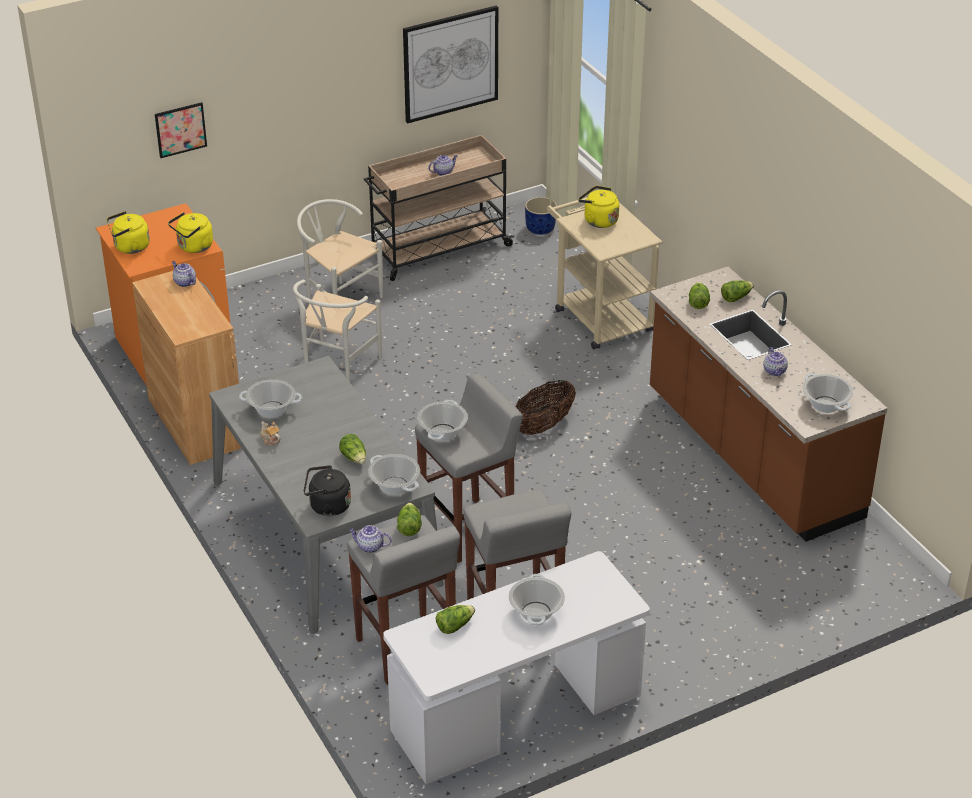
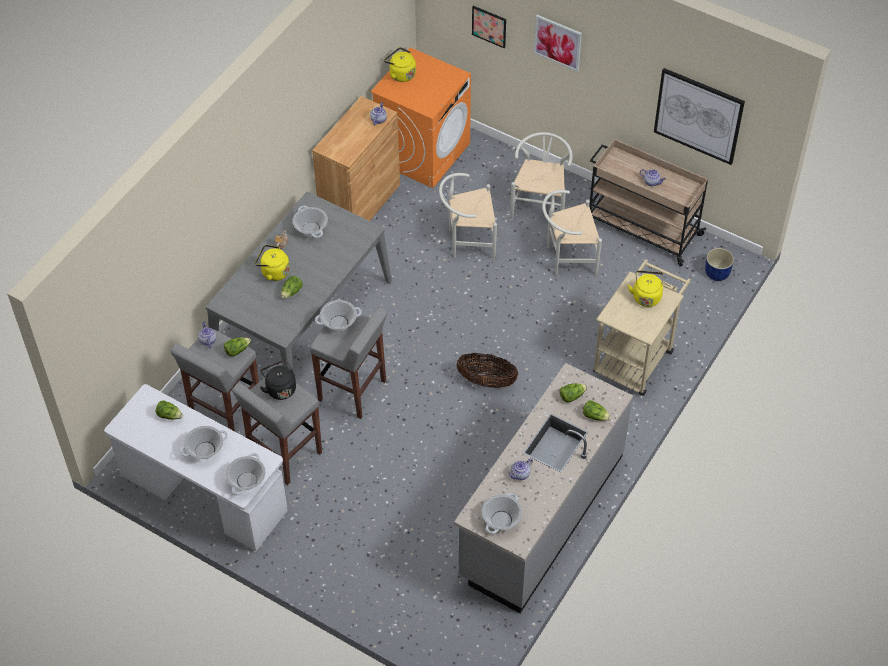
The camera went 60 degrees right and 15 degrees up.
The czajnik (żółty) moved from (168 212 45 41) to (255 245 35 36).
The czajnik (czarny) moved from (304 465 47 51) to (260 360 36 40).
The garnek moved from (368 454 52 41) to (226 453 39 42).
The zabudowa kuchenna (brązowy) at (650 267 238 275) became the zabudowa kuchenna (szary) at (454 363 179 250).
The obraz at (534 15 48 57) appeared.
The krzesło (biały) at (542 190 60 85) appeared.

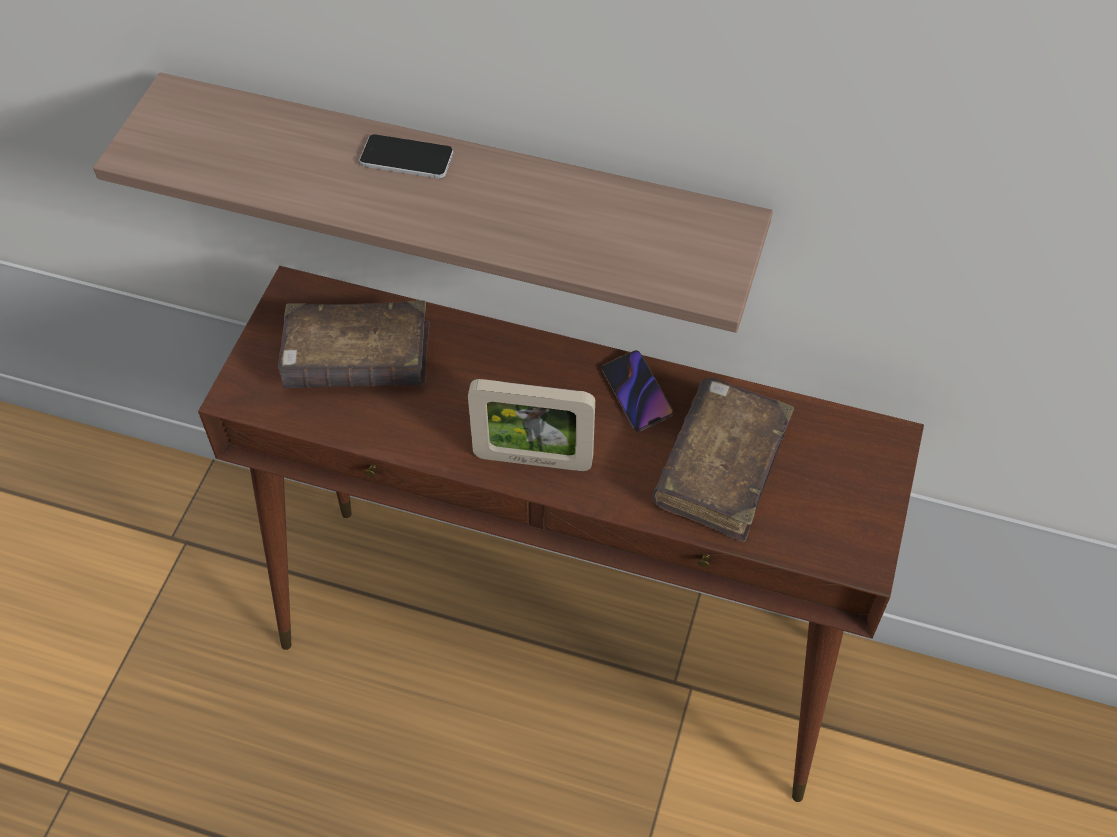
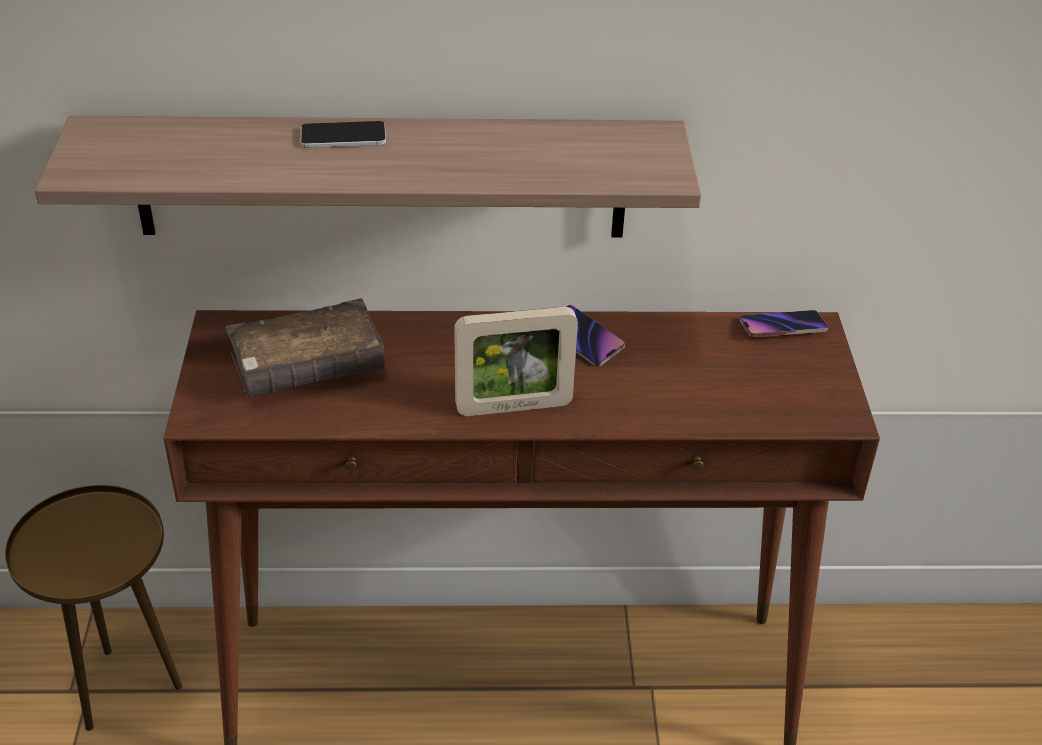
The camera went 20 degrees left and 15 degrees down.
The książka (brązowy) at (653 377 141 165) disappeared.
The stolik (brązowy) at (5 485 177 246) appeared.
The telefon at (740 310 88 27) appeared.

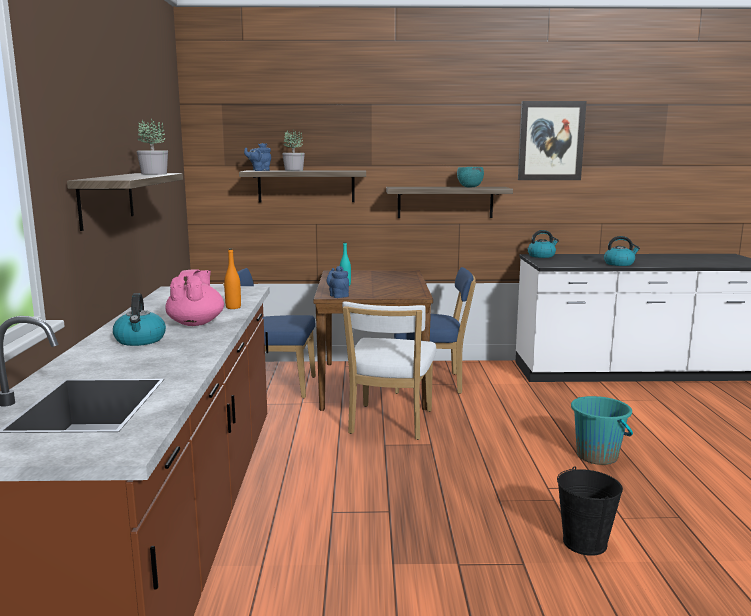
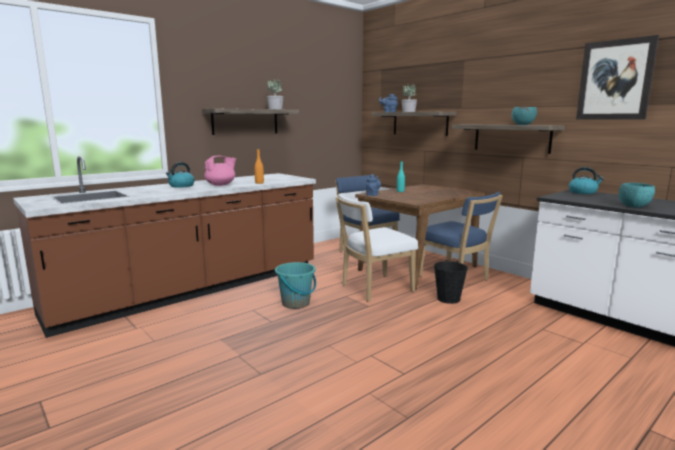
The camera went 50 degrees right and 0 degrees up.
The wiadro (czarny) moved from (557 466 66 90) to (434 261 34 43).
The wiadro (turkusowy) moved from (571 396 62 69) to (275 262 41 47).
The czajnik at (604 236 36 30) was replaced by the miska (turkusowy) at (619 183 36 24).

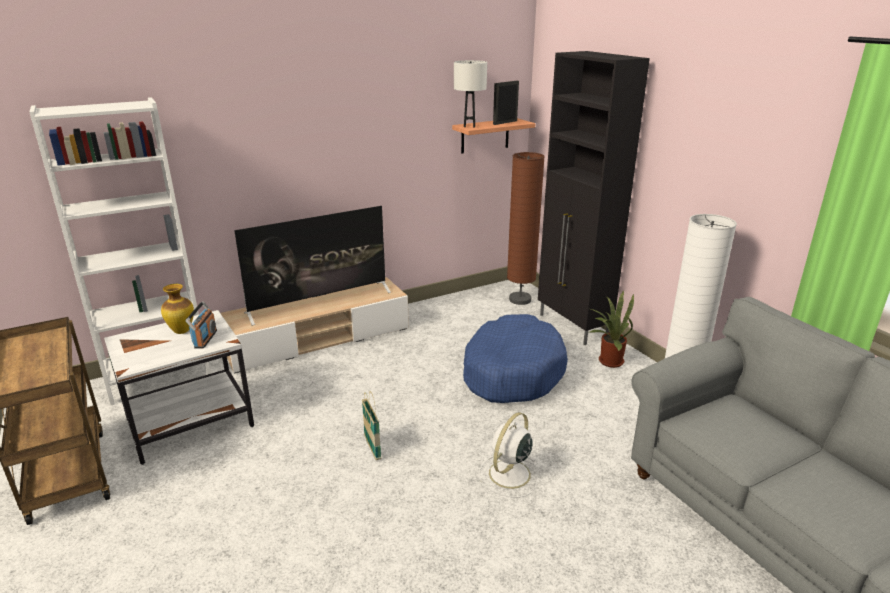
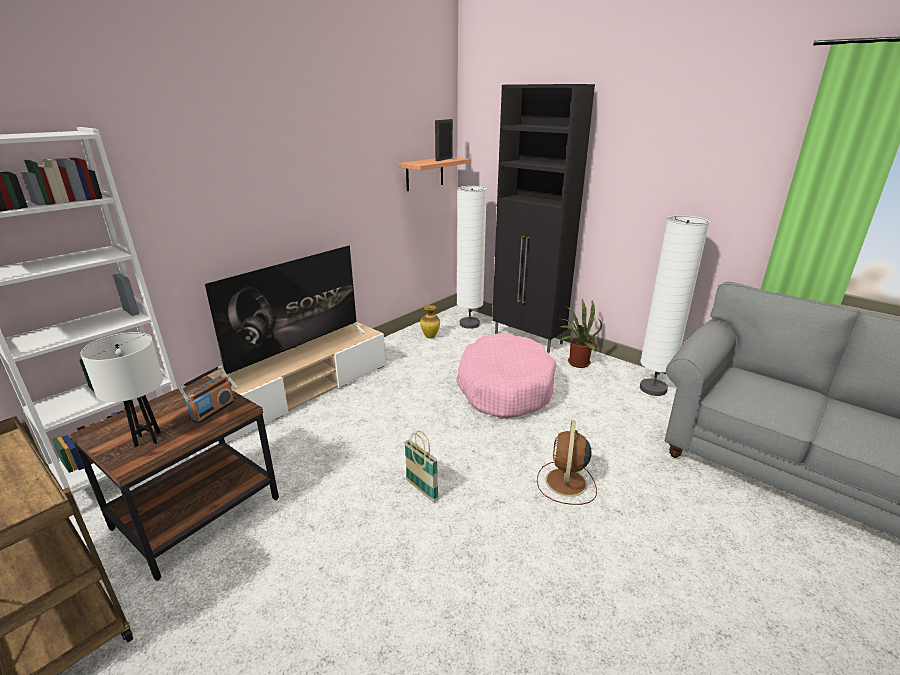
The camera went 20 degrees left and 0 degrees up.
The stolik (biały) at (104 310 150 155) became the stolik (brązowy) at (70 376 209 205).
The wazon moved from (161 284 33 50) to (420 305 20 34).
The radio at (185 301 32 48) turned 45 degrees clockwise.
The lampa stołowa (biały) moved from (454 60 33 68) to (80 332 83 115).
The legowisko (niebieski) at (463 314 105 89) became the legowisko (różowy) at (456 333 100 86).
The wentylator (biały) at (479 412 59 86) became the wentylator (brązowy) at (537 420 60 85).
The lampa stojąca (brązowy) at (507 152 38 153) became the lampa stojąca (biały) at (457 186 30 143).

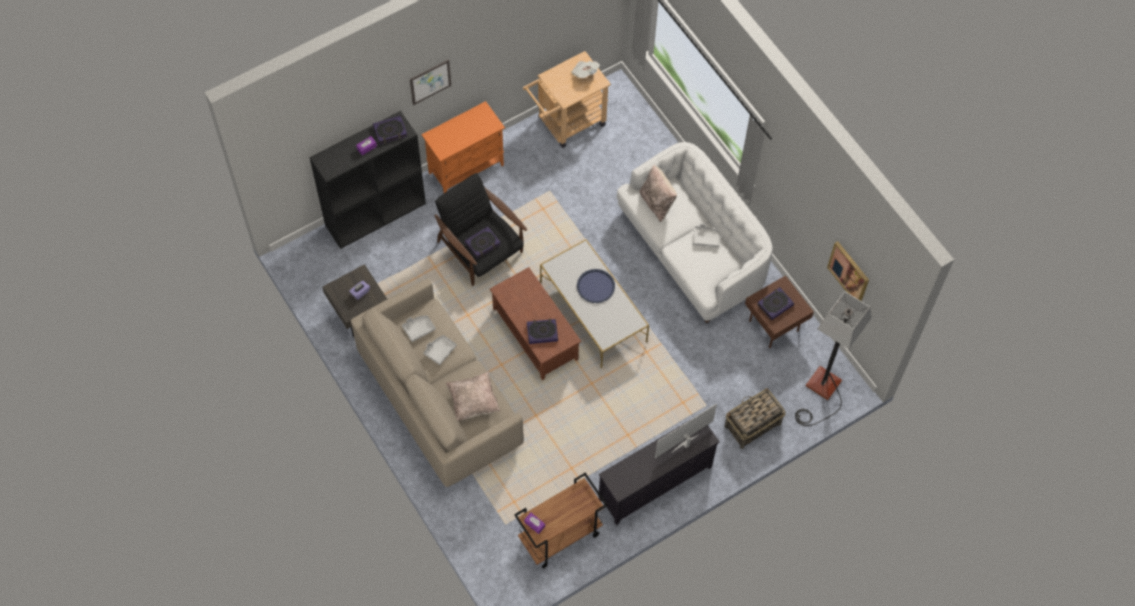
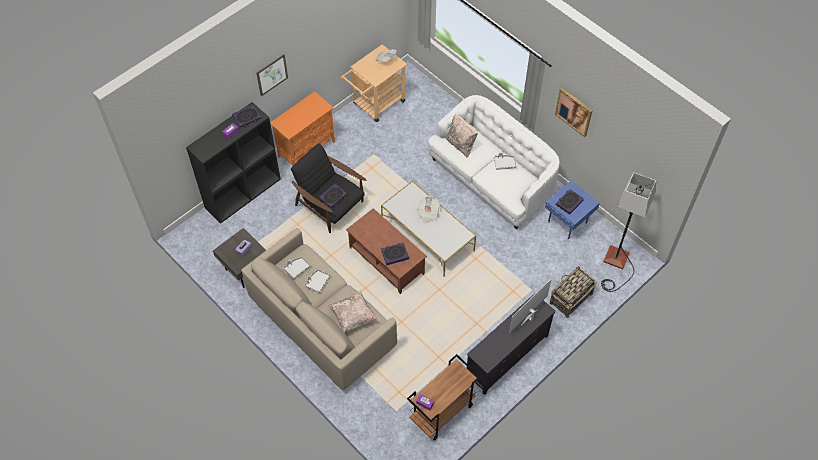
The camera went 10 degrees left and 5 degrees down.
The taca (niebieski) at (577 269 38 34) was replaced by the gazeta at (417 196 23 28).
The stolik (brązowy) at (745 275 69 73) became the stolik (niebieski) at (545 180 55 59).
The obraz moved from (827 241 42 60) to (555 88 37 49).

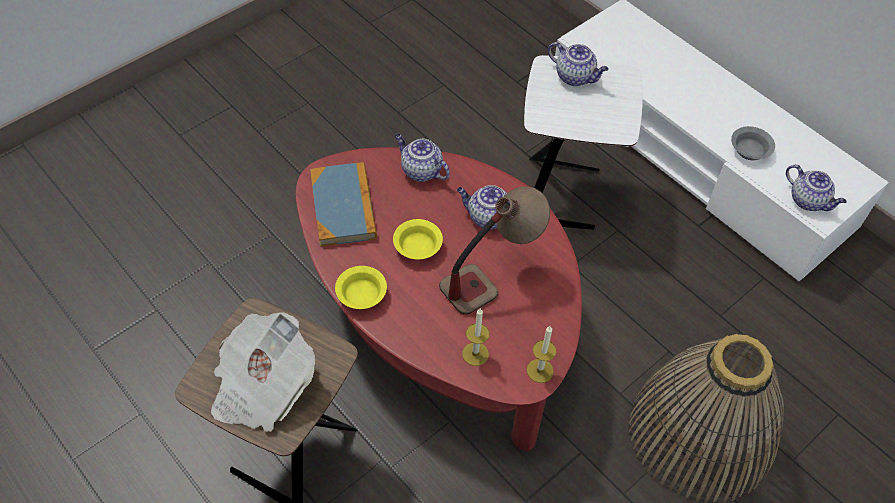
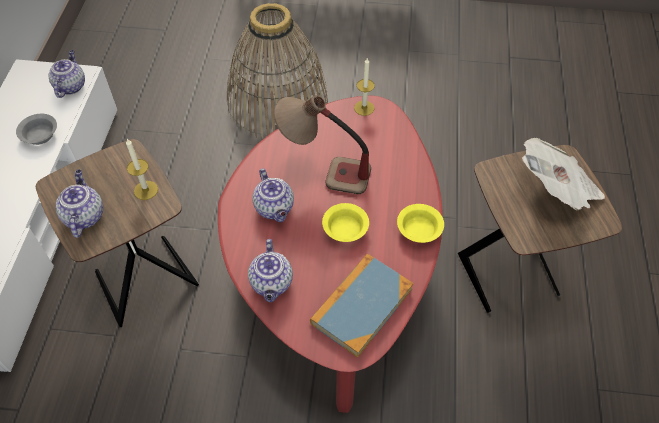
The camera went 130 degrees left and 0 degrees up.
The świeca moved from (462 309 27 57) to (126 139 32 61).
The stolik (biały) at (524 55 119 175) became the stolik (brązowy) at (36 139 163 188).

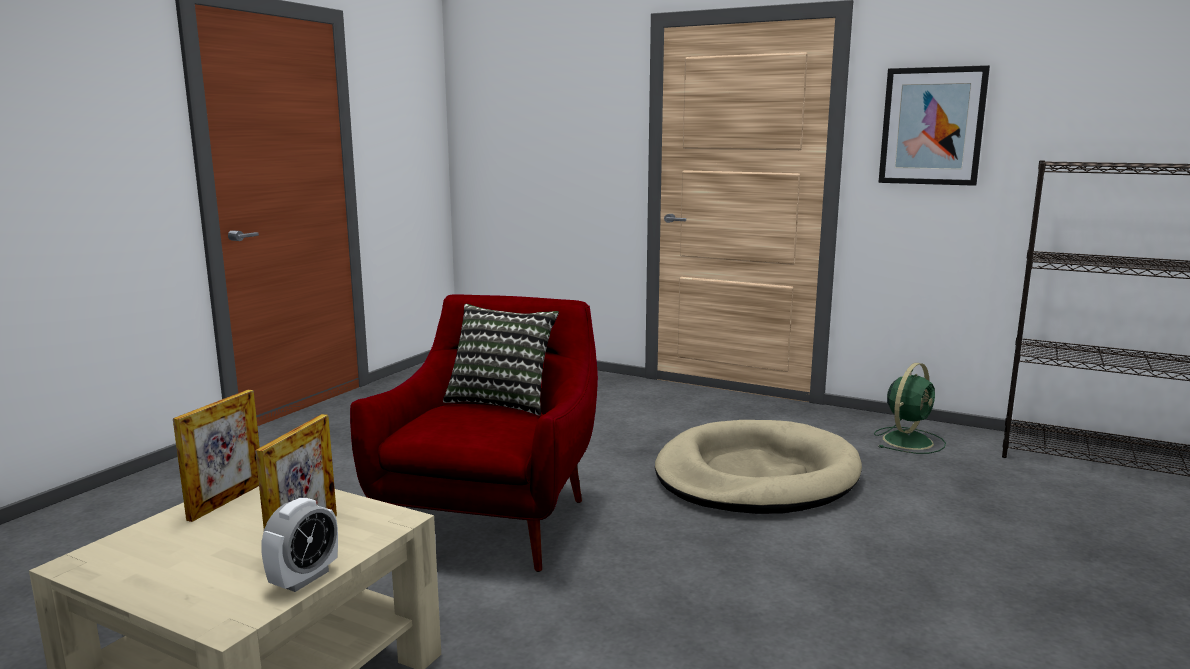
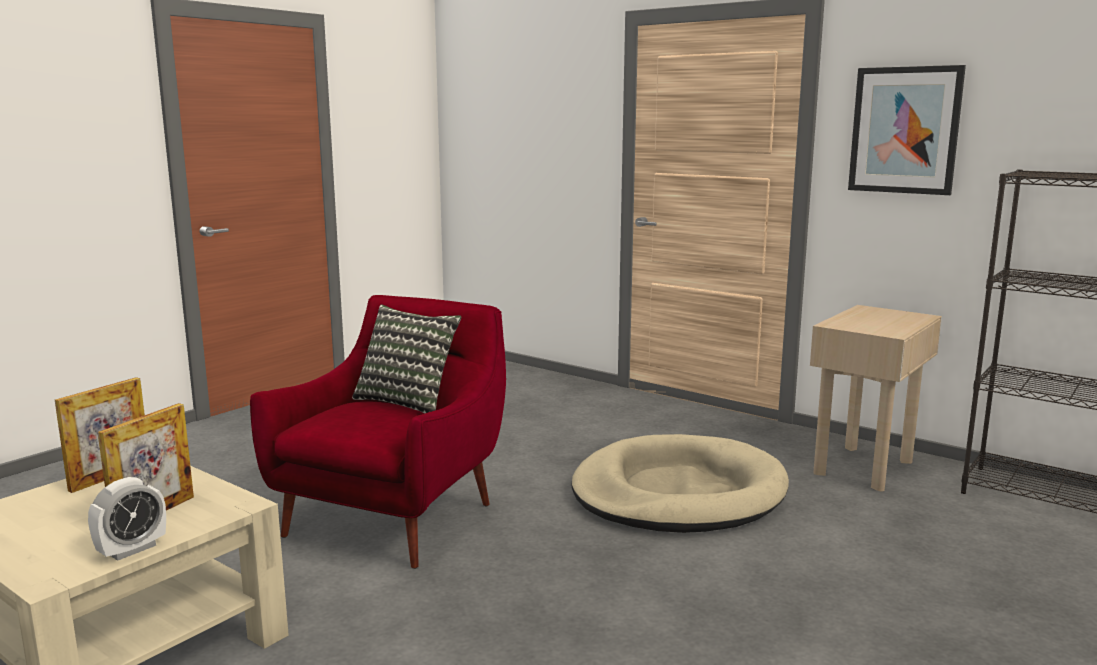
The camera went 10 degrees right and 0 degrees up.
The wentylator (zielony) at (874 363 72 91) was replaced by the stolik (beżowy) at (810 305 132 186).

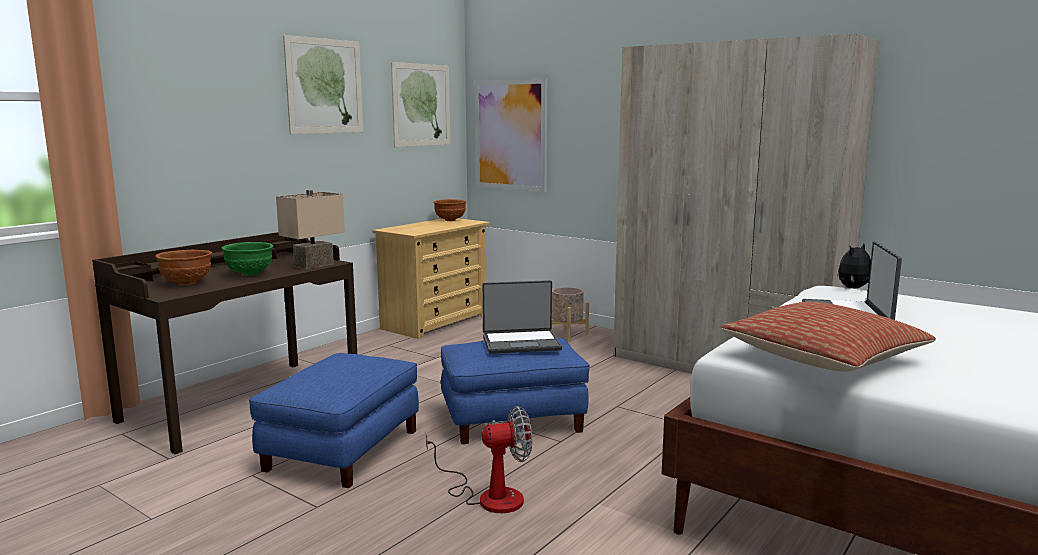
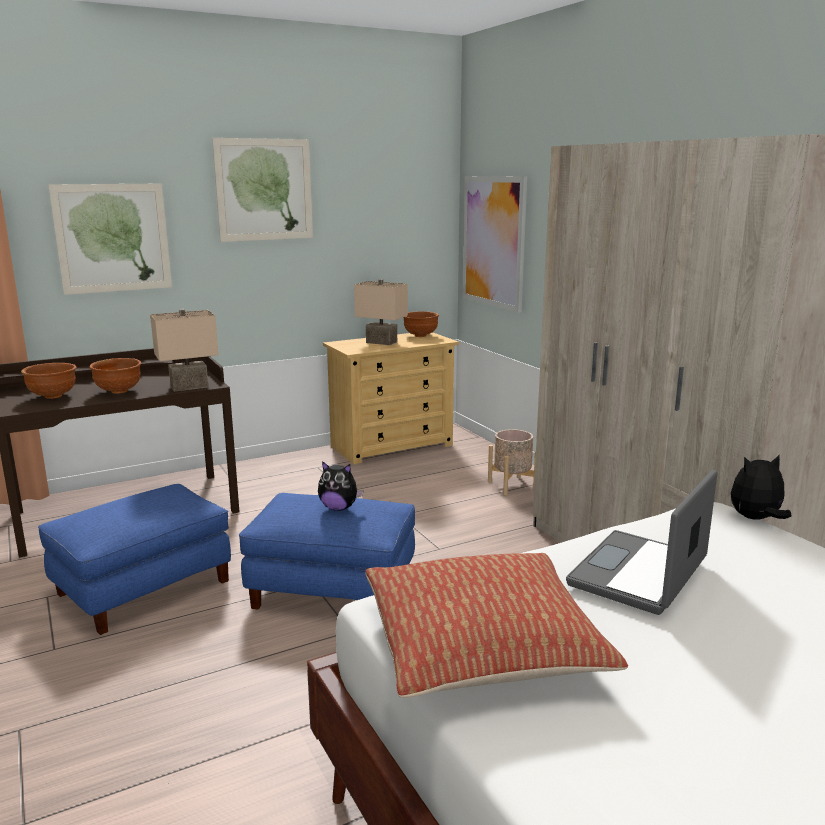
The camera went 25 degrees right and 5 degrees up.
The miska (zielony) at (222 242 51 34) became the miska (brązowy) at (89 358 52 36).
The obraz moved from (391 62 60 85) to (48 184 124 111).
The wentylator at (426 406 106 107) disappeared.
The laptop at (482 280 80 74) was replaced by the pluszak at (318 461 46 50).
The lampa stołowa (beżowy) at (354 279 54 66) appeared.

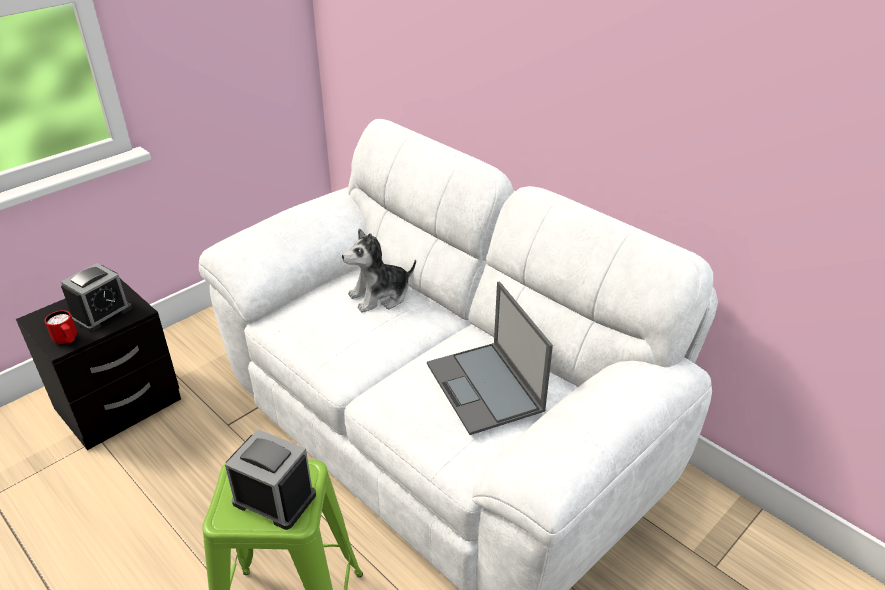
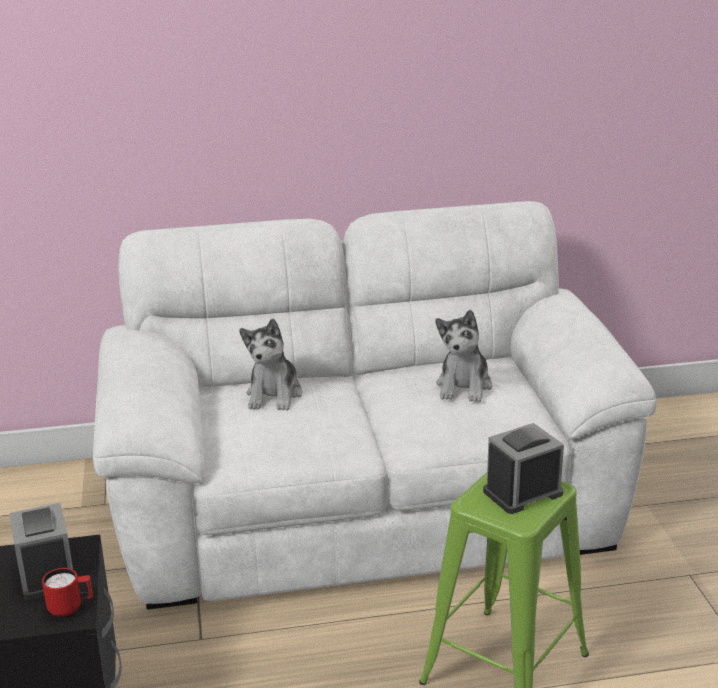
The camera went 55 degrees left and 10 degrees down.
The laptop at (427 281 126 154) was replaced by the pluszak at (435 310 57 92).

